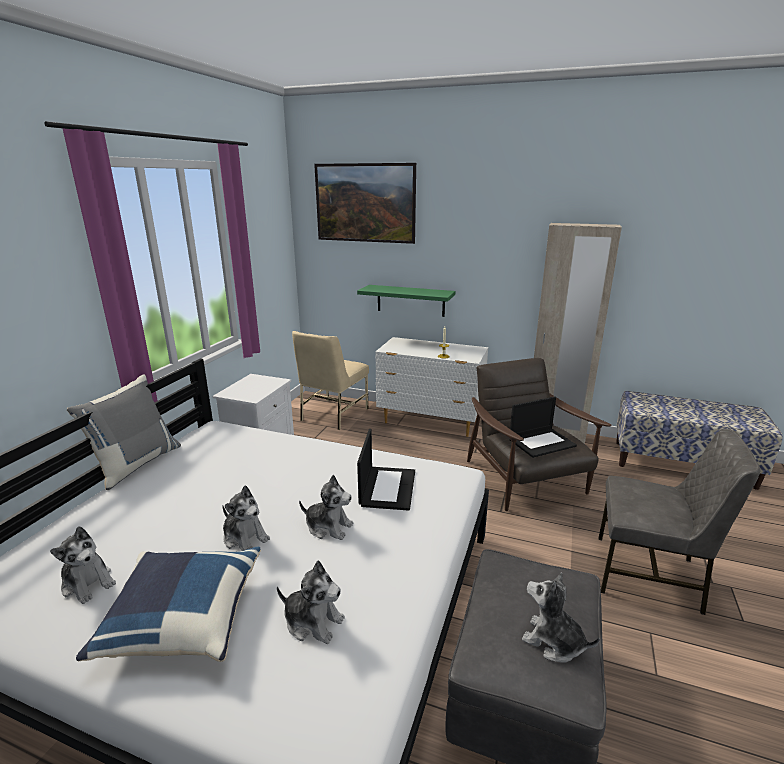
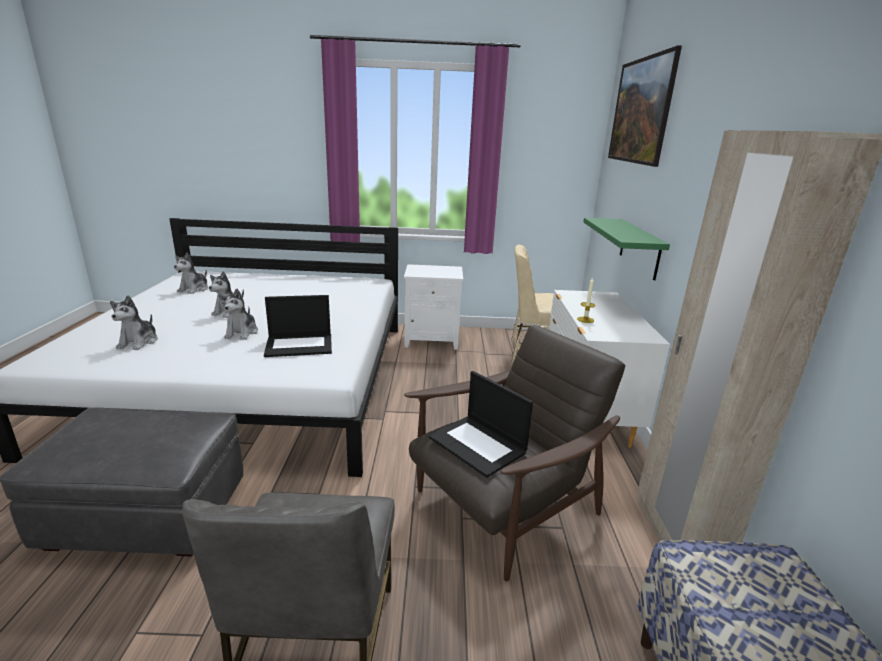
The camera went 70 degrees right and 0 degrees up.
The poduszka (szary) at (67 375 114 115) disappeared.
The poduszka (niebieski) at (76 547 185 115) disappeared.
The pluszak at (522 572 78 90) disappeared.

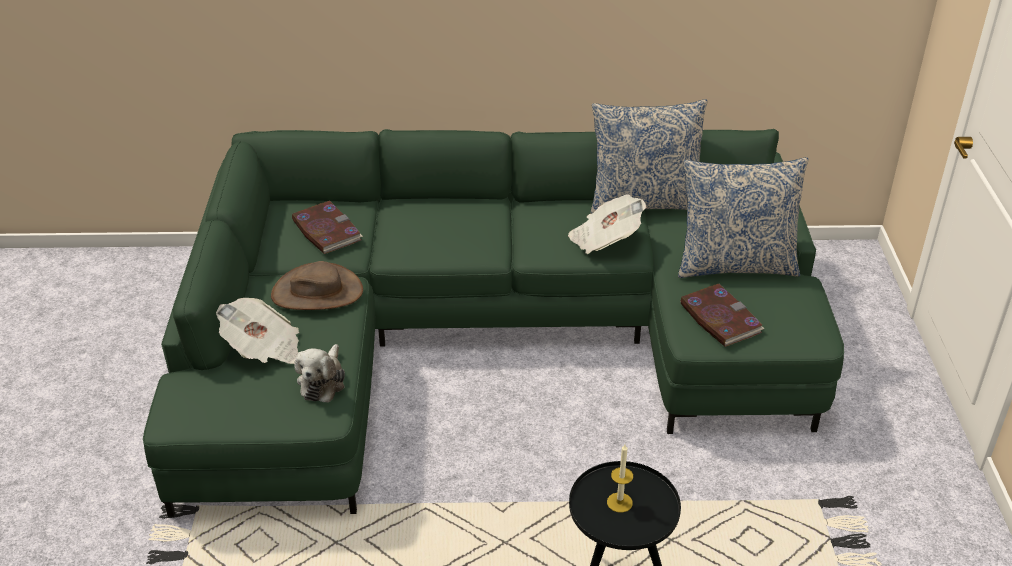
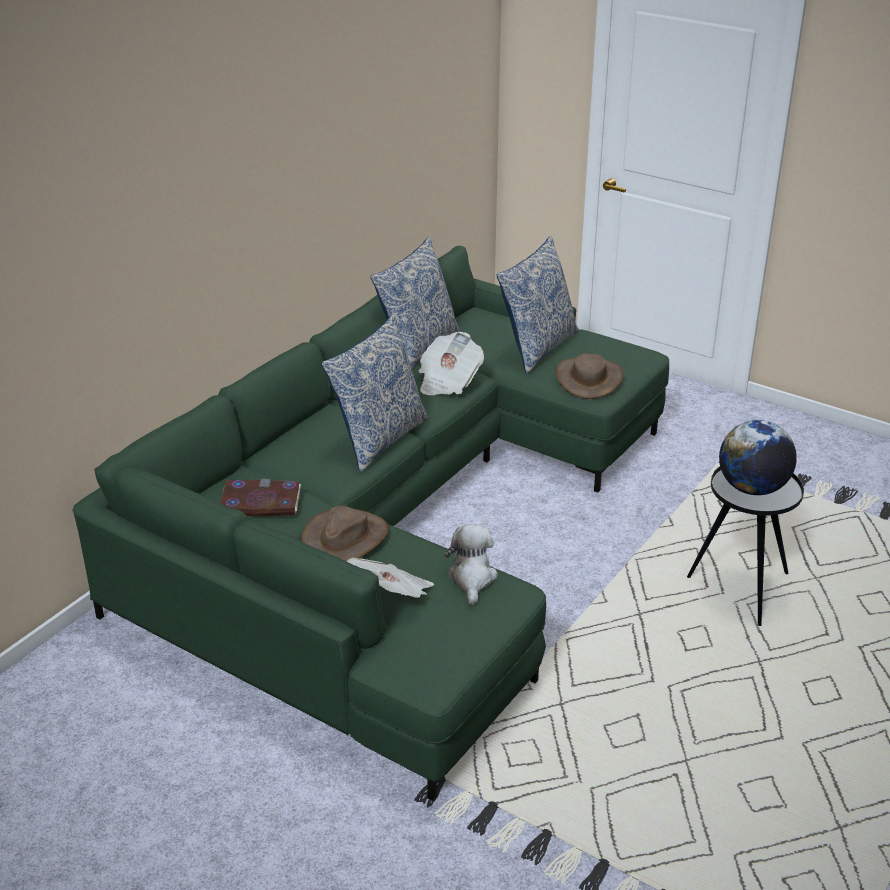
The camera went 55 degrees left and 5 degrees down.
The pluszak at (295 344 50 59) turned 135 degrees counterclockwise.
The świeca at (607 444 26 69) was replaced by the globus at (719 420 78 75).
The książka at (680 284 84 63) was replaced by the kapelusz (brązowy) at (556 353 67 46).
The poduszka at (321 314 109 158) appeared.

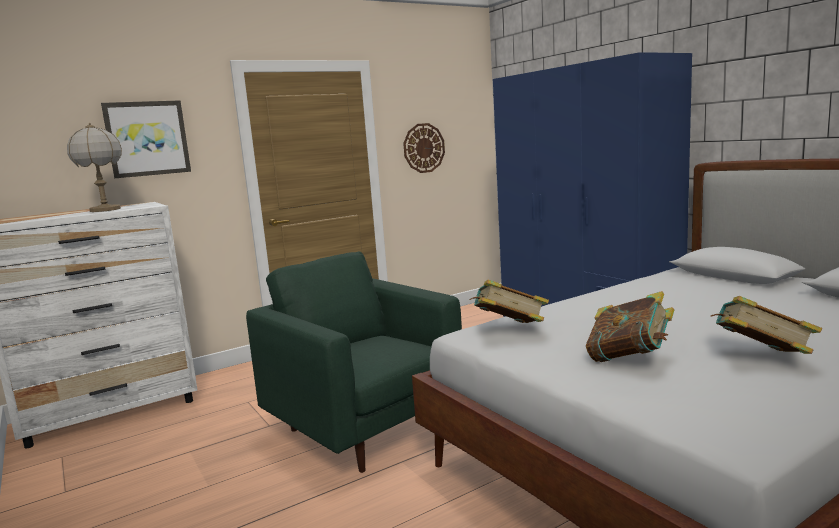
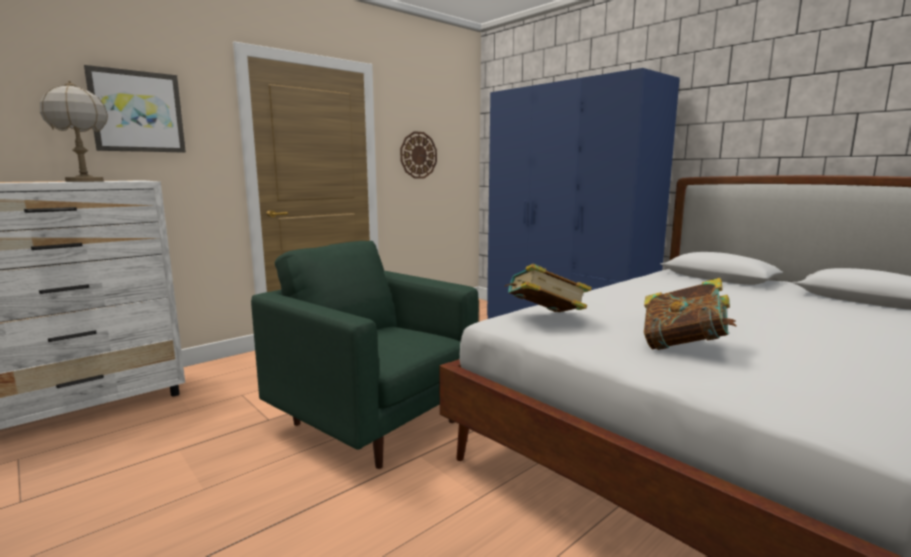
The camera went 10 degrees left and 0 degrees up.
The książka at (711 296 111 58) disappeared.

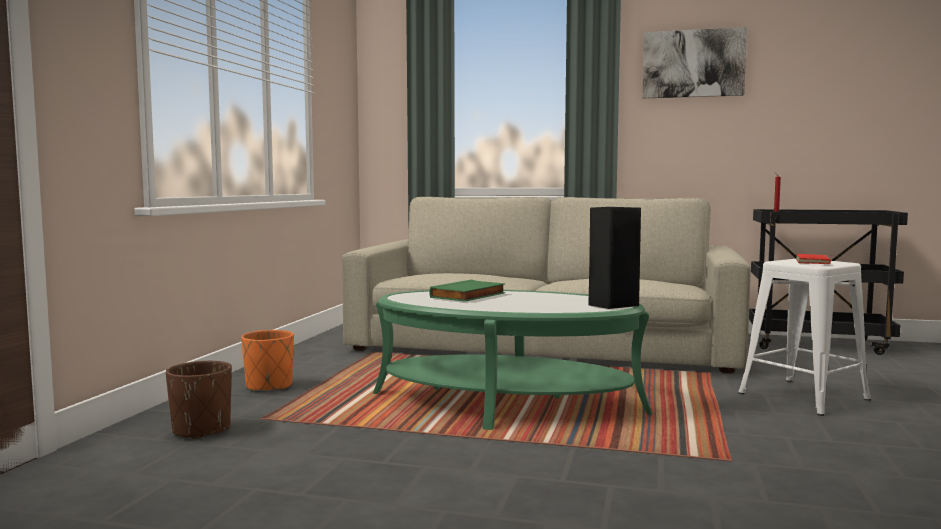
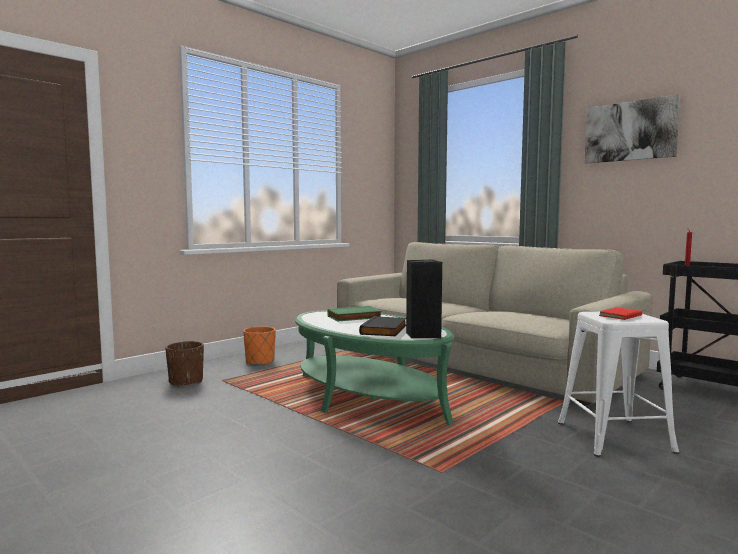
The camera went 30 degrees right and 0 degrees up.
The książka (czarny) at (359 316 47 20) appeared.

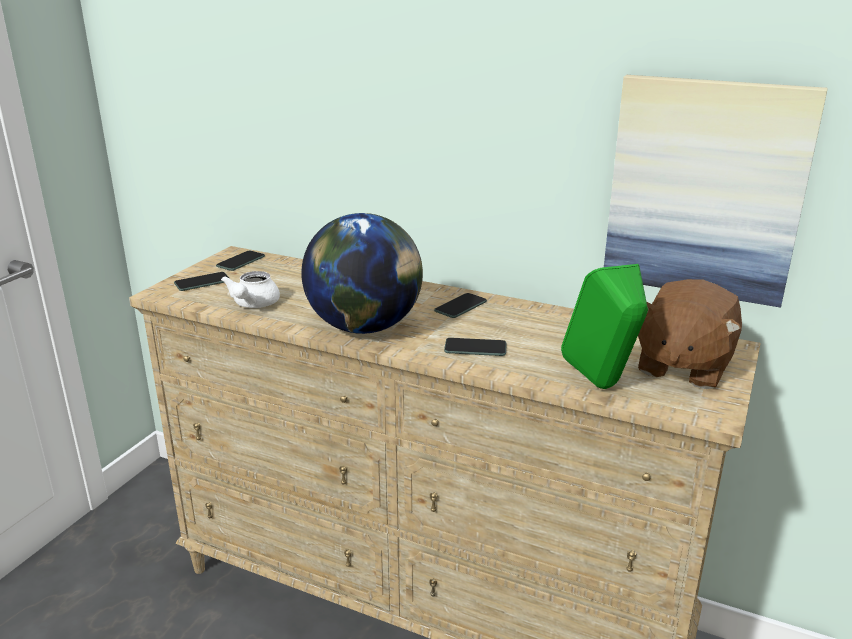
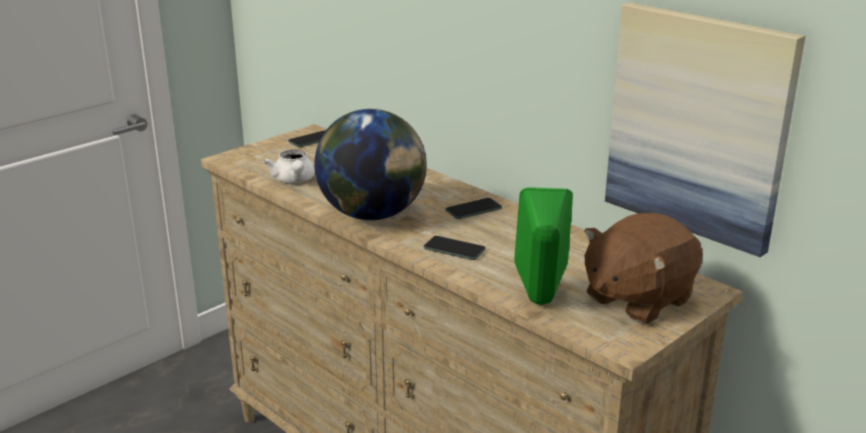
The camera went 20 degrees right and 0 degrees up.
The telefon at (174 272 56 19) disappeared.
The imbryk (biały) at (221 271 59 37) turned 45 degrees counterclockwise.

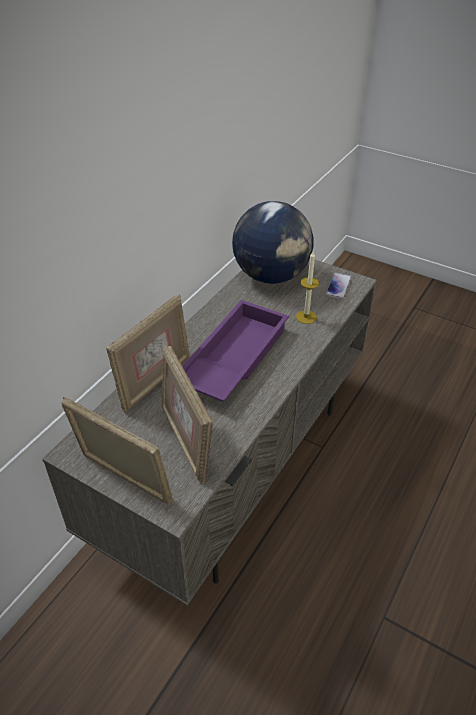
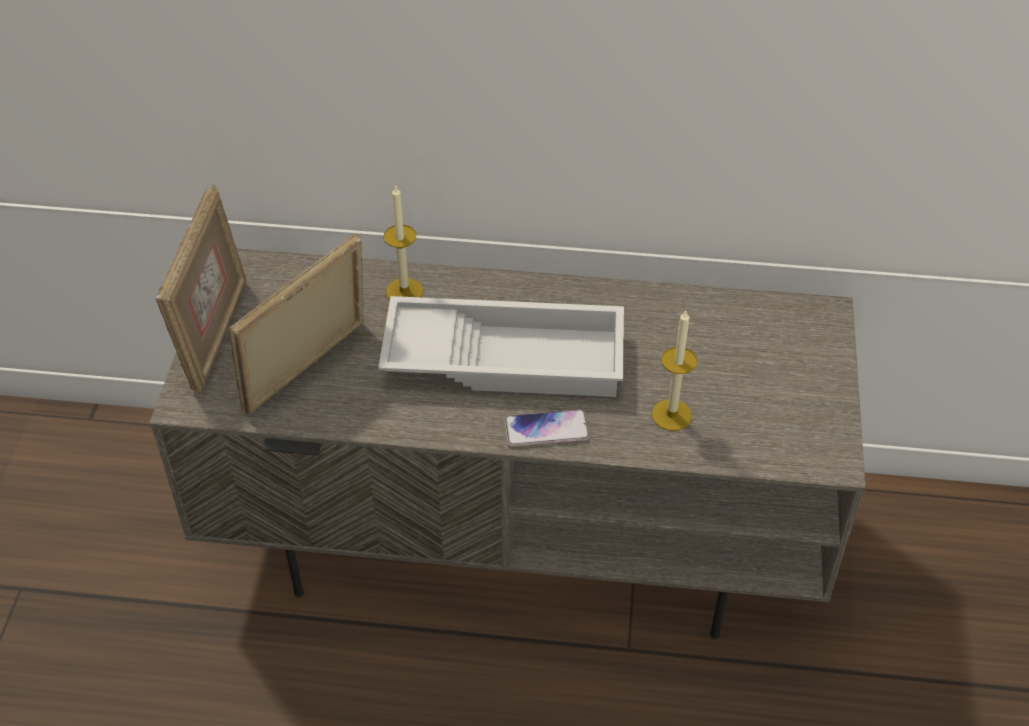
The camera went 65 degrees right and 5 degrees up.
The ramka na zdjęcie at (106 294 84 119) was replaced by the świeca at (383 185 40 115).
The taca (fioletowy) at (182 300 107 102) became the taca (biały) at (378 296 246 101).
The globus at (232 201 82 83) disappeared.
The telefon moved from (326 273 25 26) to (504 409 85 38).

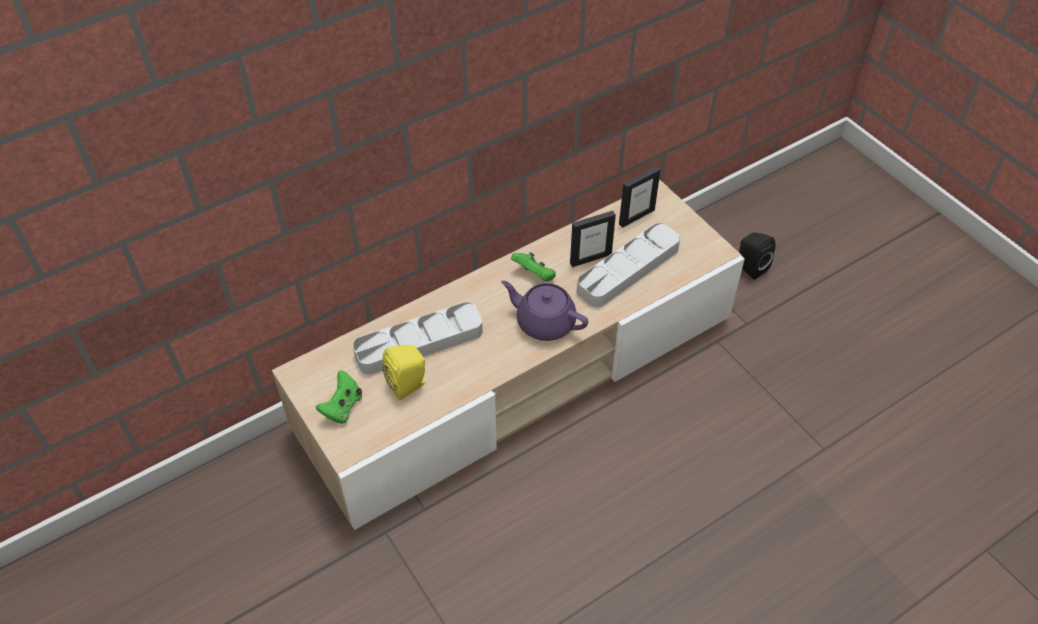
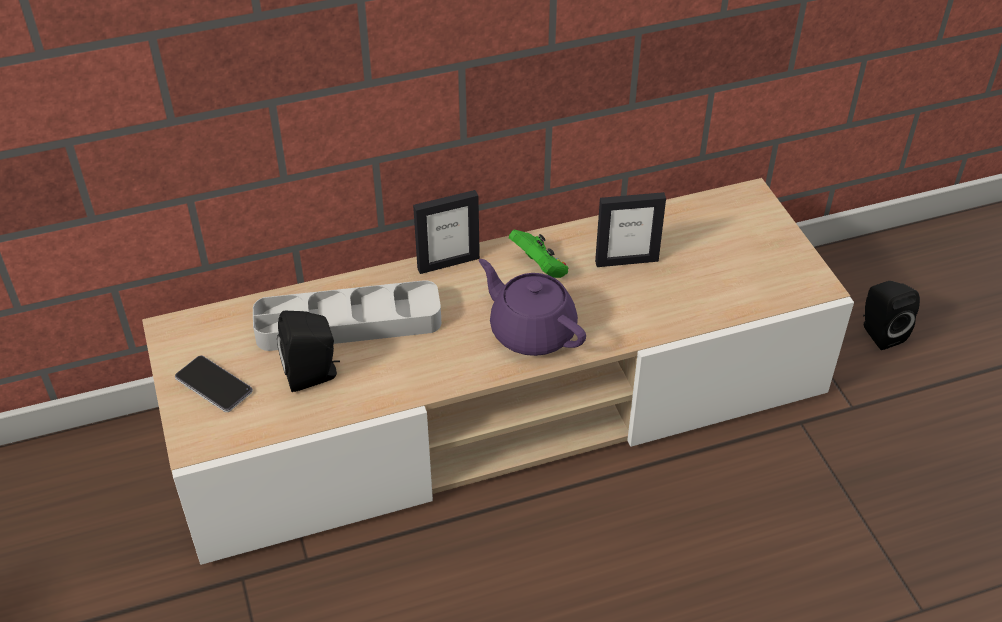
The camera went 15 degrees right and 5 degrees down.
The pad do gier (zielony) at (316 371 46 53) was replaced by the telefon at (175 356 78 56).
The głośnik (żółty) at (383 345 42 56) became the głośnik (czarny) at (277 311 63 81).
The taca (szary) at (577 223 103 84) disappeared.
The ramka na zdjęcie moved from (619 166 41 62) to (413 190 67 84).

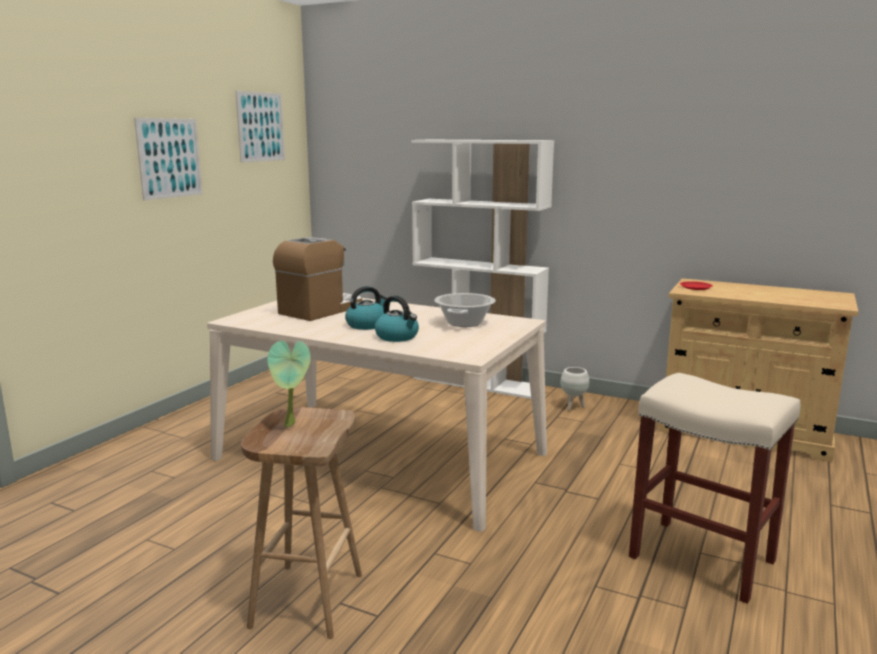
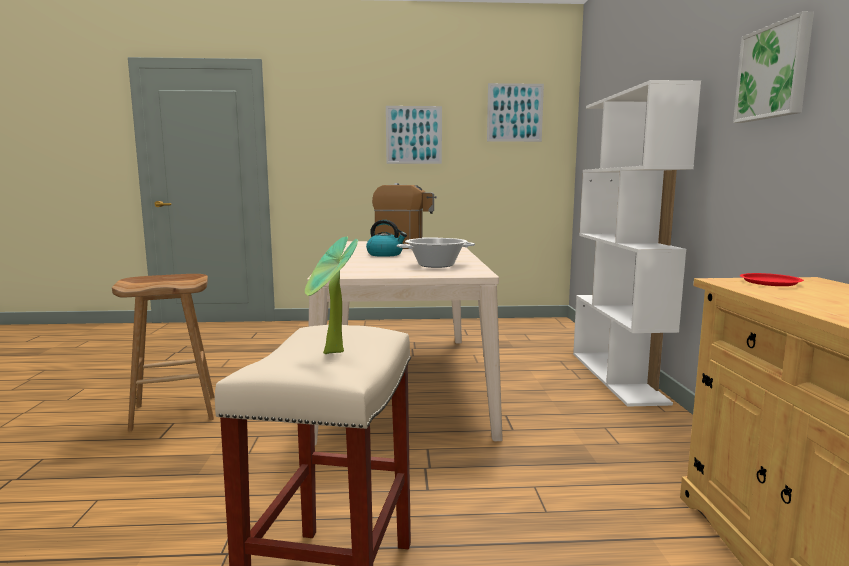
The camera went 60 degrees right and 5 degrees down.
The roślina doniczkowa moved from (267 341 44 86) to (305 236 53 118).
The czajnik at (375 296 44 46) disappeared.
The donica (biały) at (561 367 28 44) disappeared.
The obraz at (733 11 81 112) appeared.

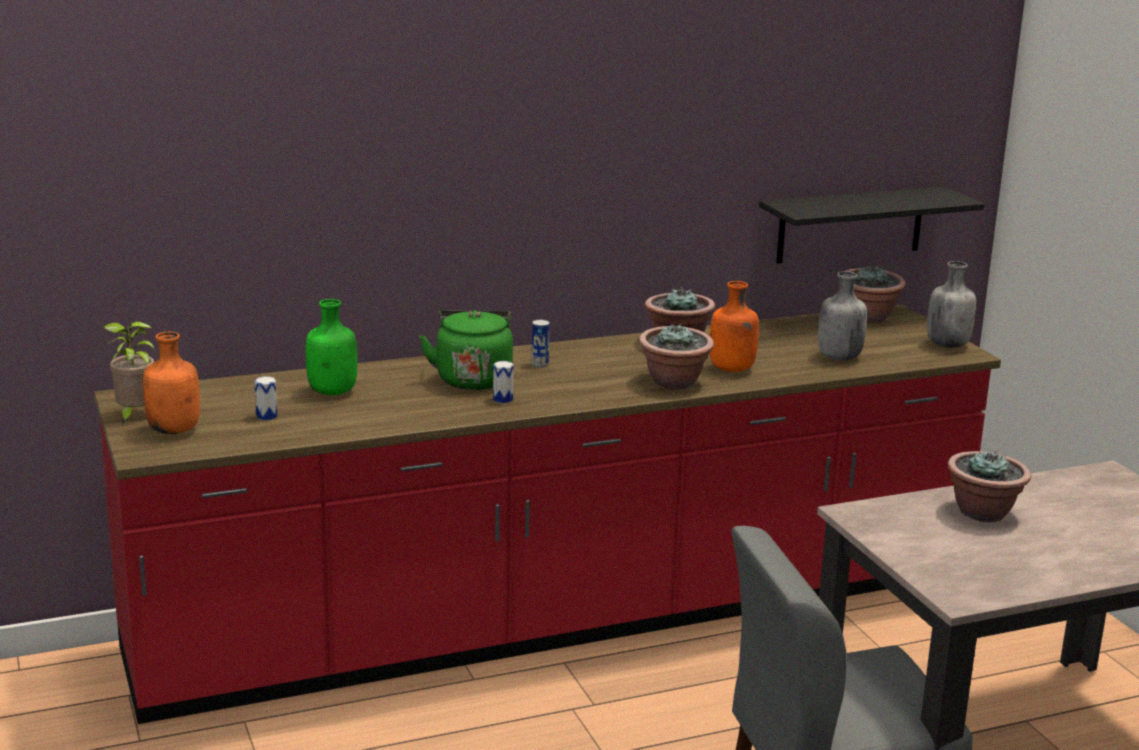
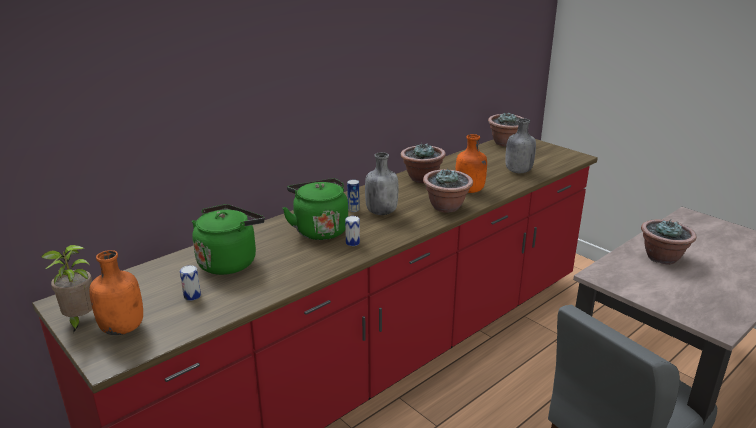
The camera went 20 degrees left and 5 degrees up.
The butelka (zielony) at (306 299 52 96) was replaced by the czajnik (zielony) at (192 204 73 71).
The półka (czarny) at (759 187 225 77) disappeared.
The butelka (szary) moved from (927 261 49 87) to (365 152 33 63).

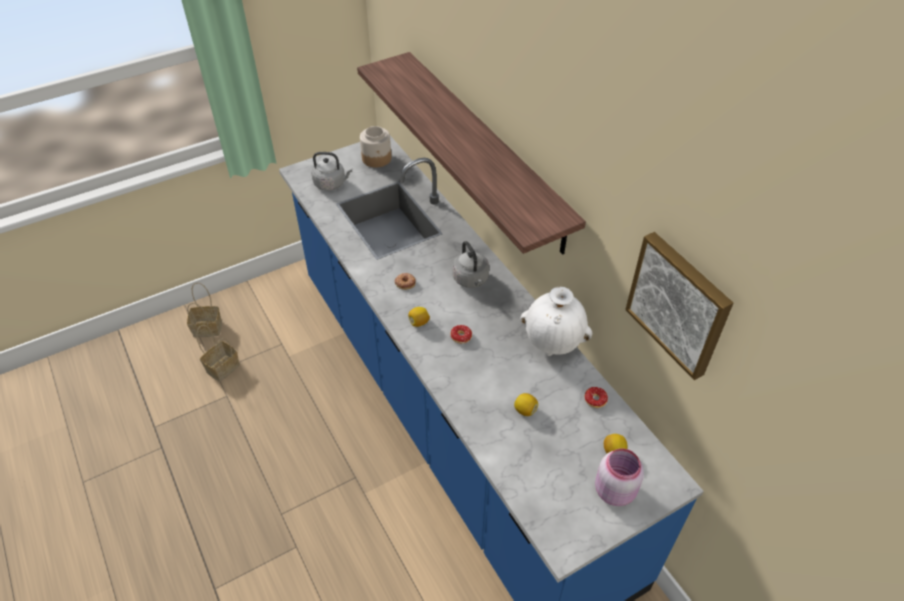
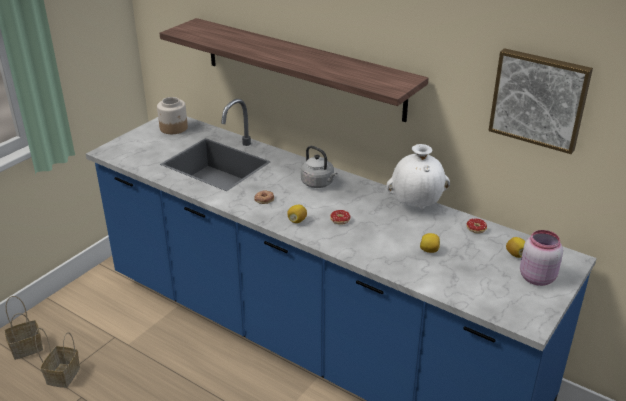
The camera went 25 degrees left and 15 degrees down.
The czajnik (szary) at (312 152 40 39) disappeared.

